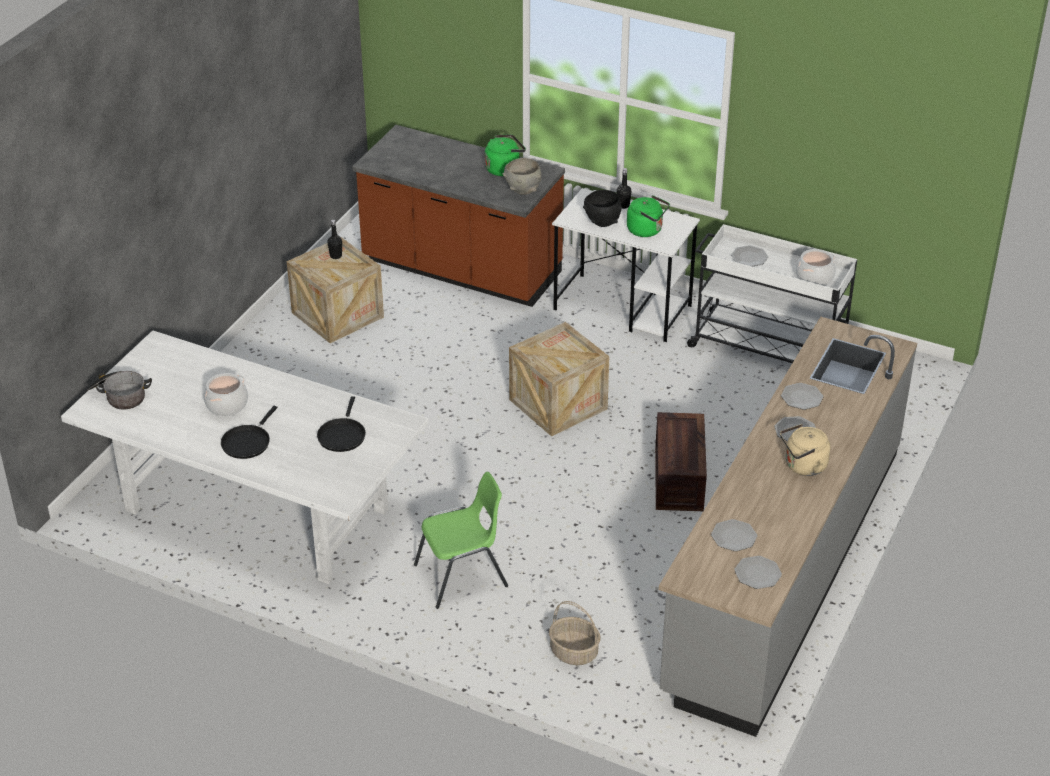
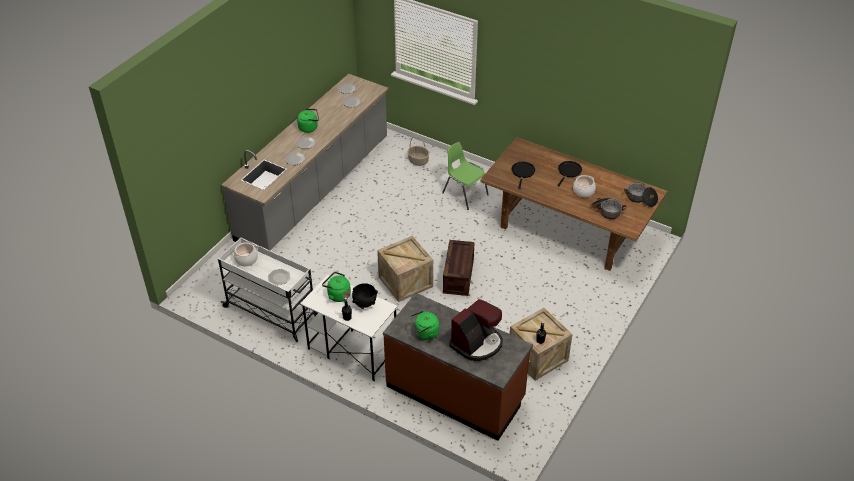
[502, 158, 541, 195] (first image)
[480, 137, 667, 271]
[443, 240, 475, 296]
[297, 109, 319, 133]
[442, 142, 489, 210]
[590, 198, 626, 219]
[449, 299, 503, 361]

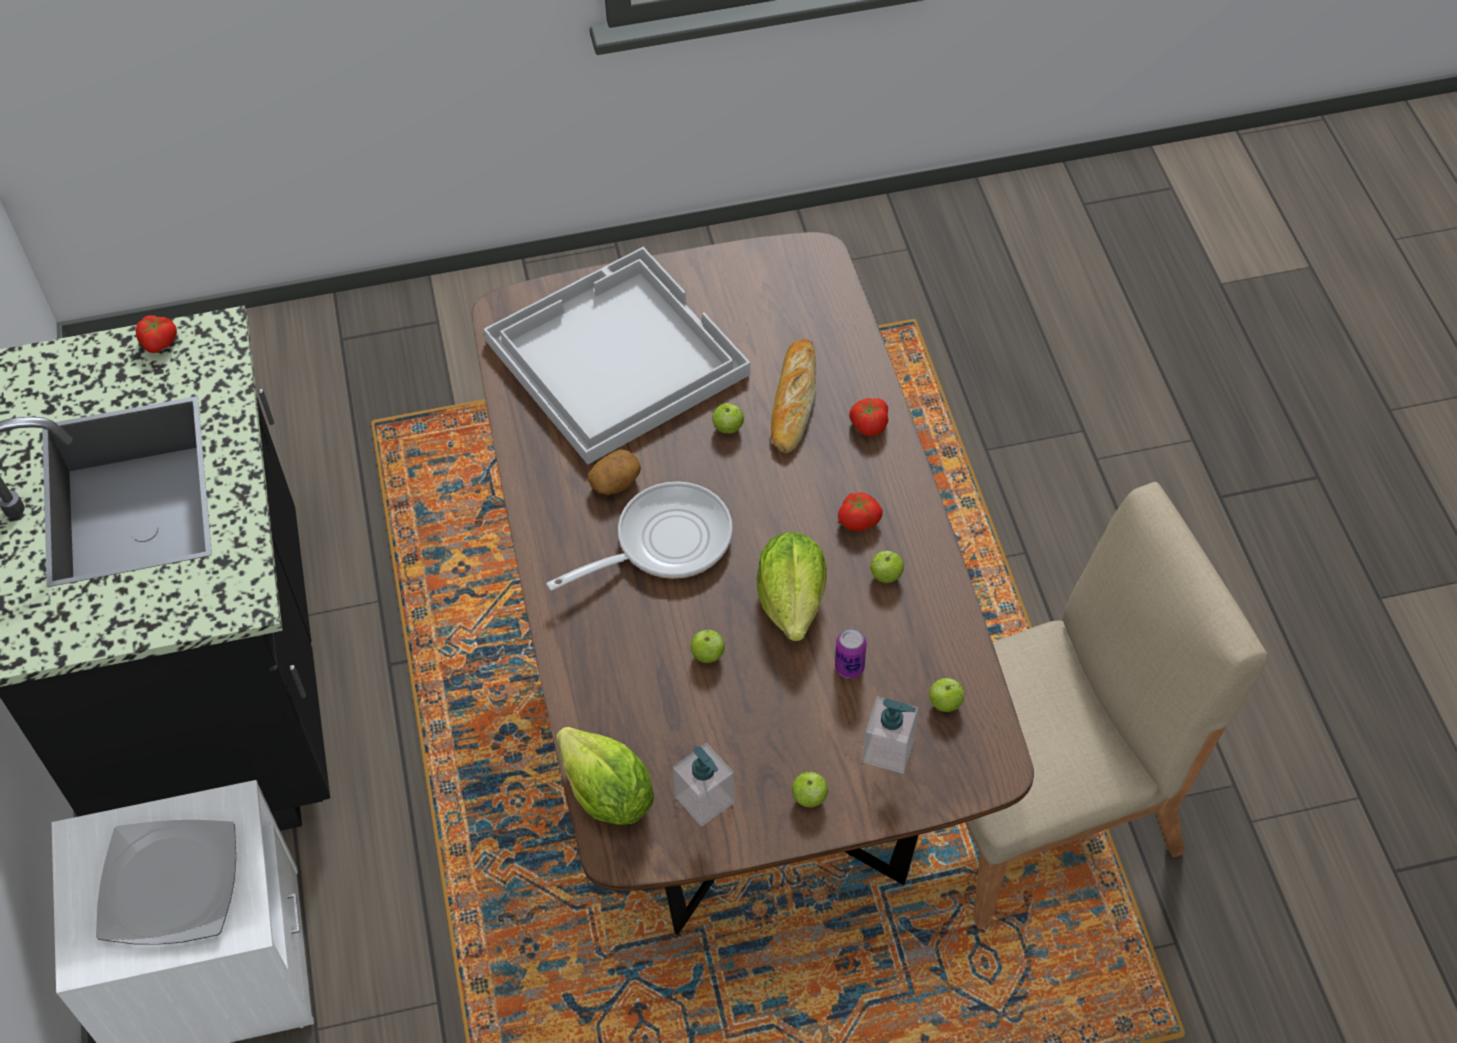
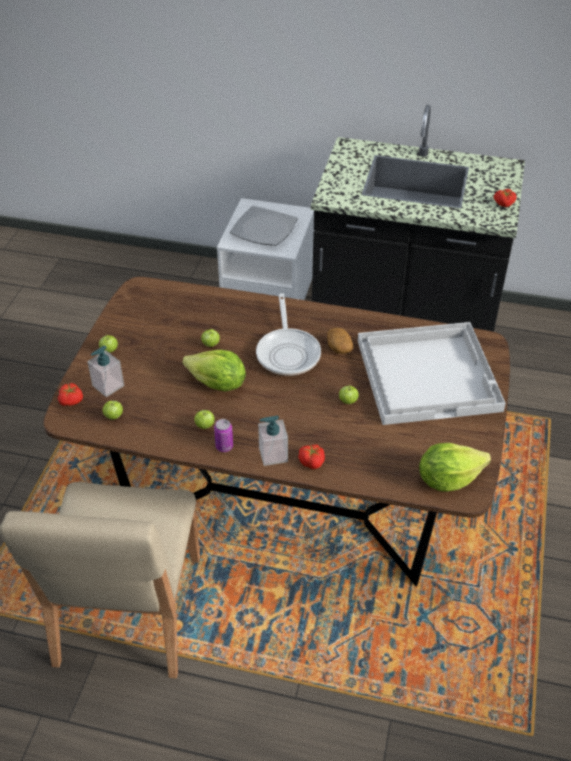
[771, 339, 816, 453] (first image)
[58, 383, 83, 406]
[214, 419, 233, 452]
[419, 443, 491, 492]
[258, 415, 288, 466]

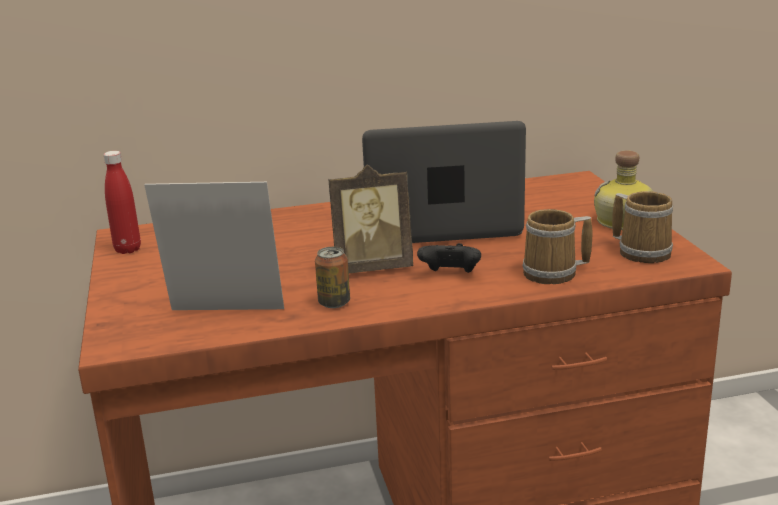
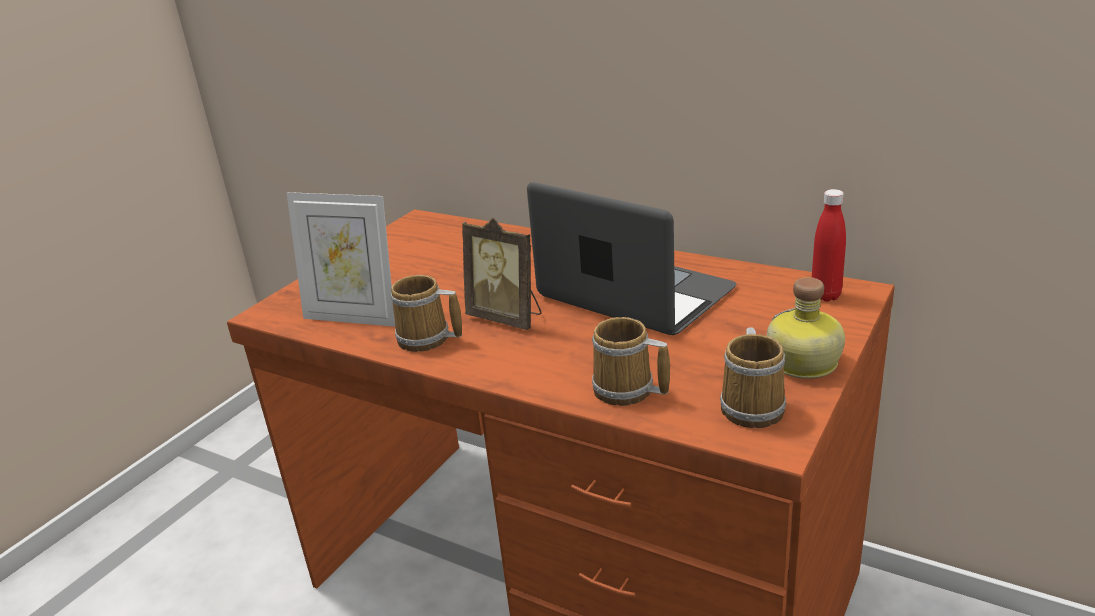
[812, 189, 846, 302]
[287, 192, 395, 327]
[417, 243, 481, 273] (first image)
[390, 275, 462, 352]

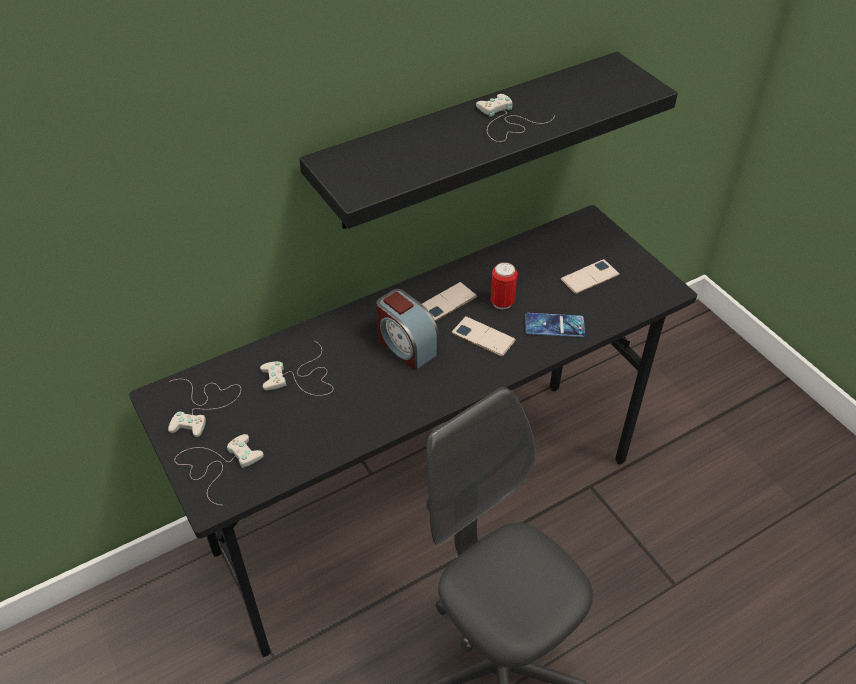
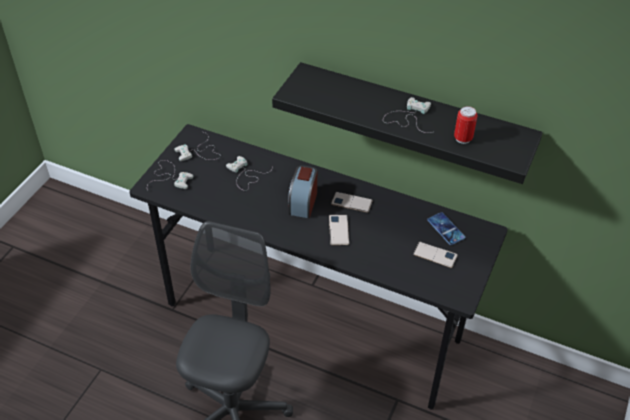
[454, 106, 477, 144]
[427, 212, 465, 245]

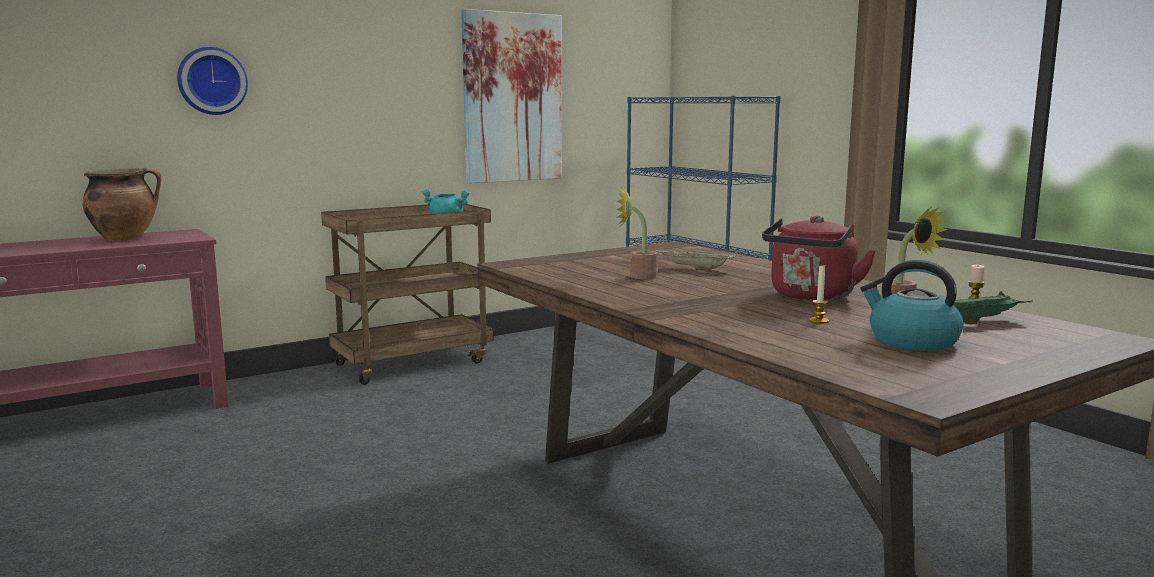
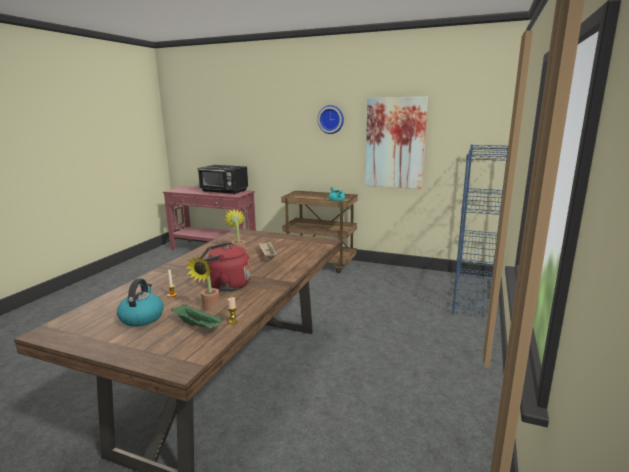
[317, 105, 344, 134]
[197, 165, 248, 194]

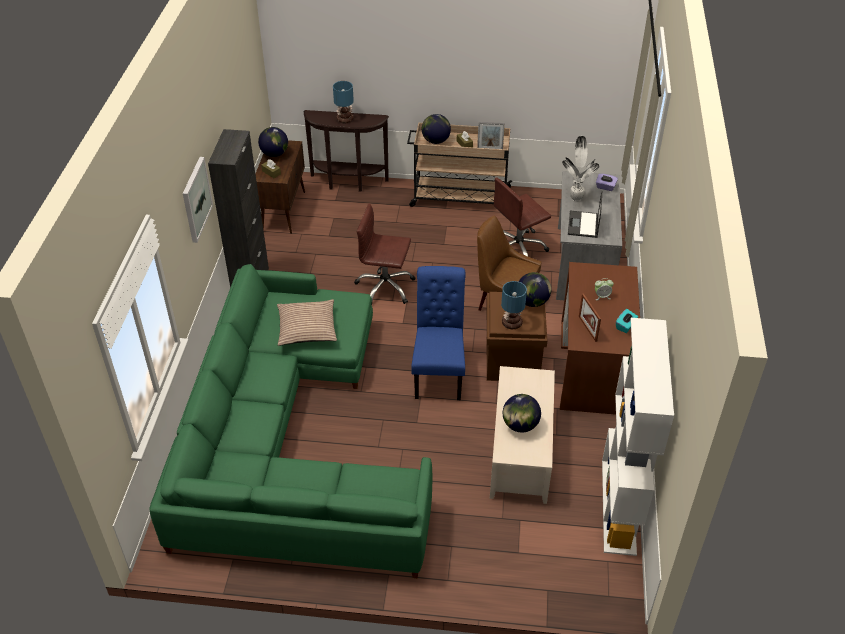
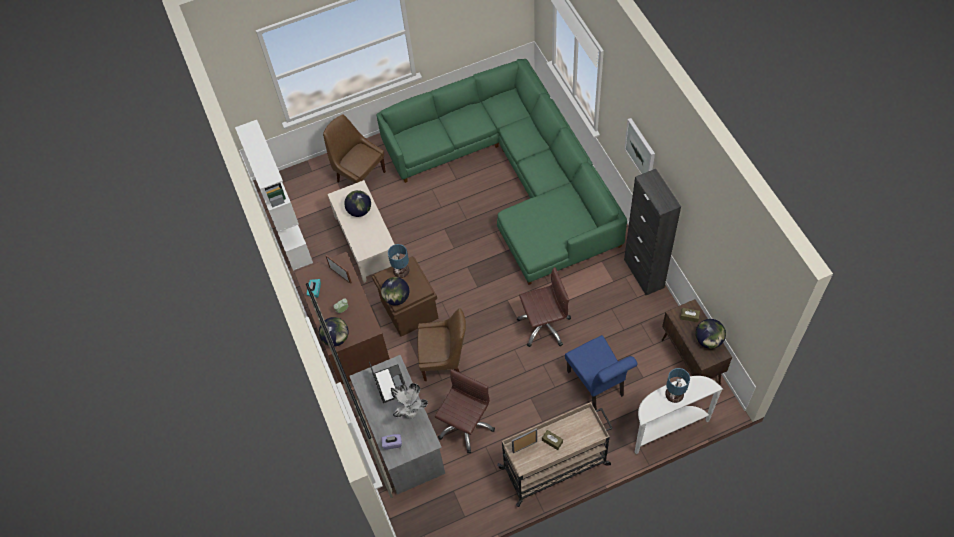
[635, 376, 723, 454]
[319, 317, 349, 347]
[565, 335, 637, 410]
[277, 299, 337, 346] (first image)
[323, 114, 386, 183]

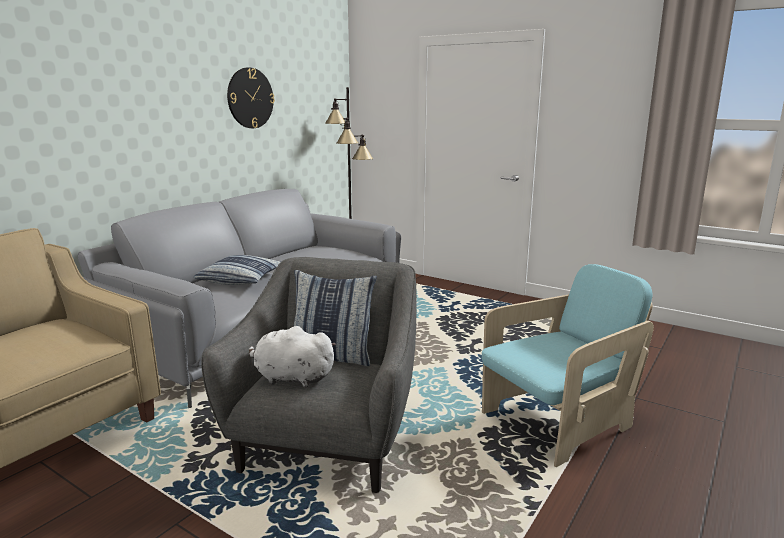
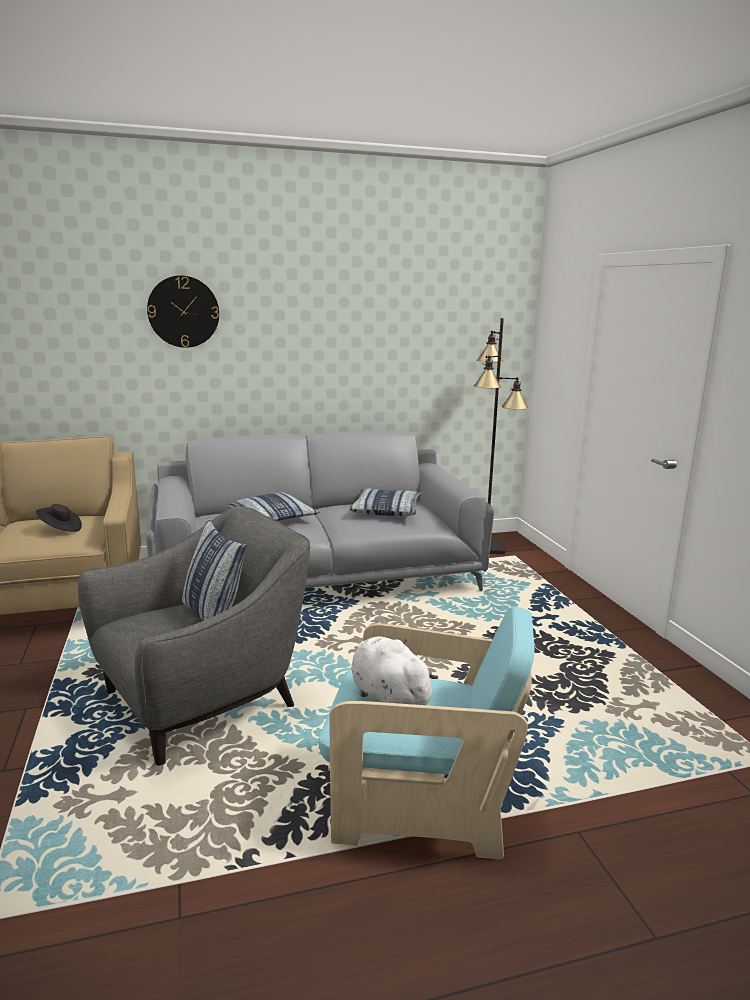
[147, 275, 219, 348]
[351, 636, 438, 705]
[350, 489, 422, 516]
[36, 504, 82, 532]

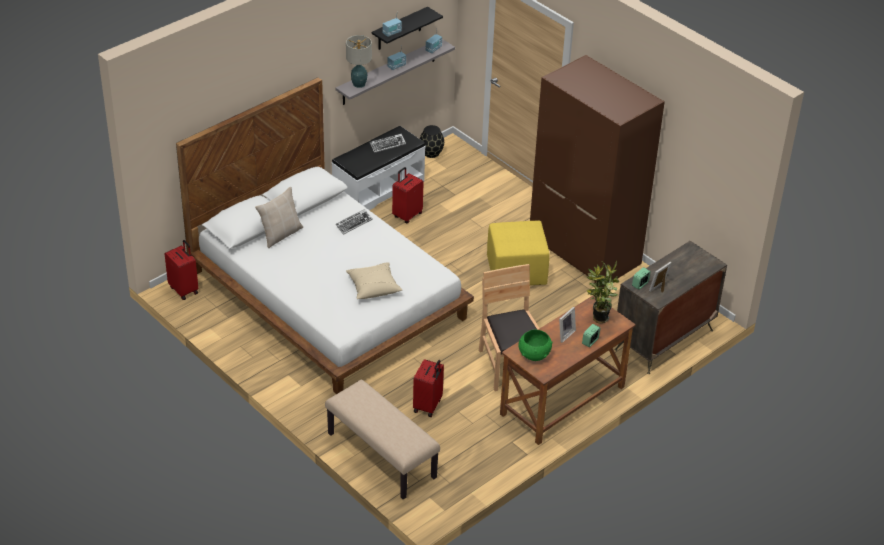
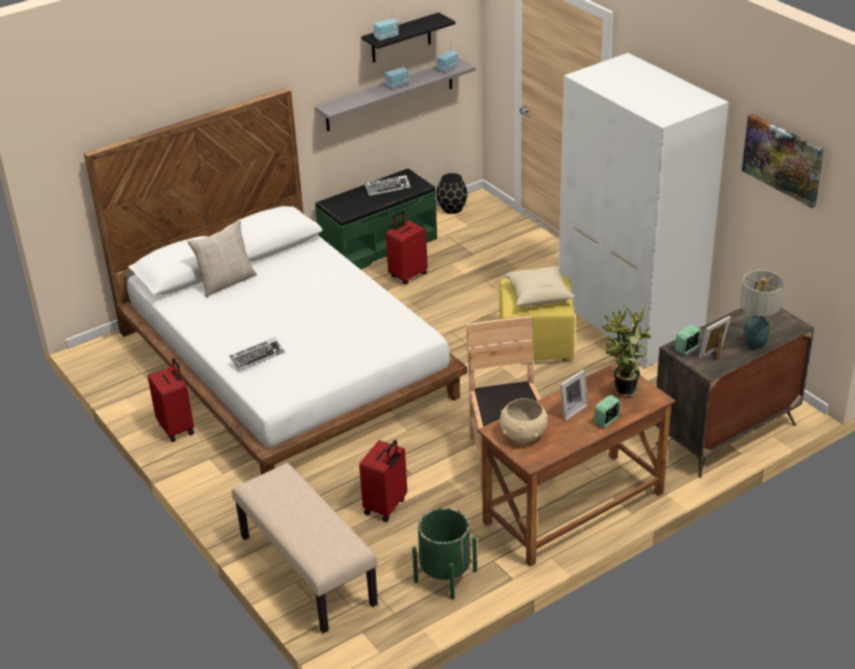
[740, 270, 784, 350]
[559, 53, 729, 368]
[315, 169, 437, 269]
[229, 337, 285, 371]
[148, 358, 194, 442]
[504, 266, 575, 306]
[500, 398, 548, 443]
[742, 114, 824, 208]
[412, 508, 477, 600]

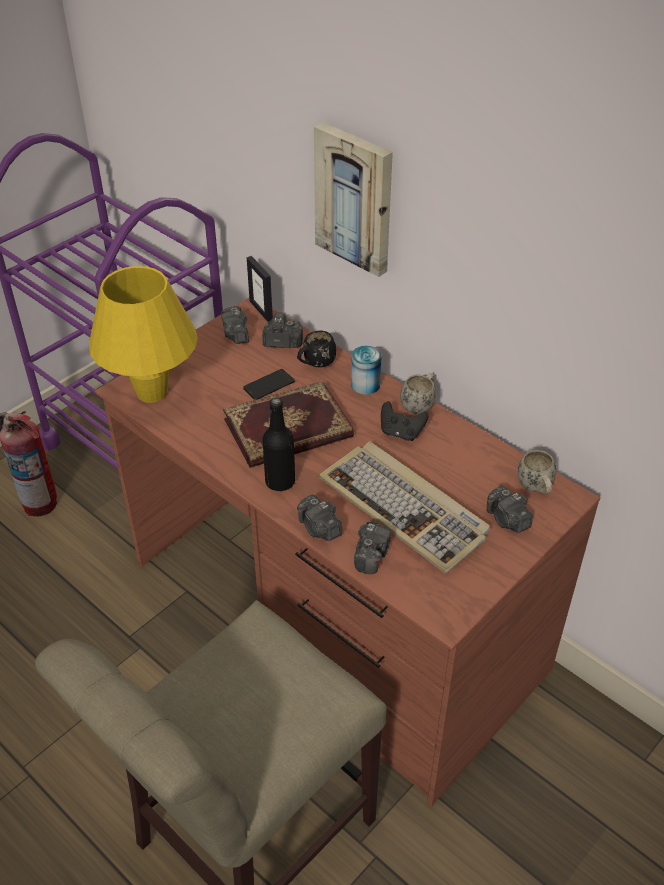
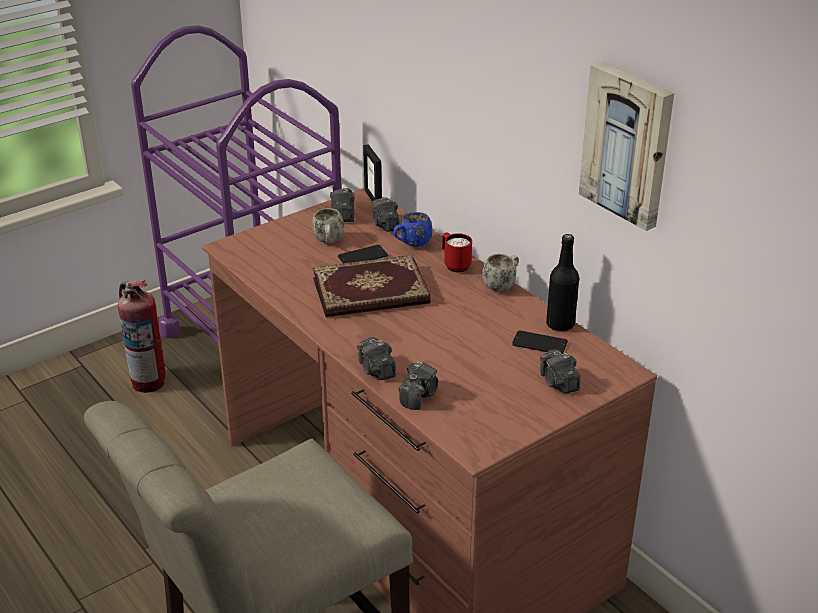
[579, 62, 674, 231]
[89, 266, 198, 403] (first image)
[371, 197, 400, 232]
[393, 212, 432, 247]
[442, 232, 472, 273]
[546, 234, 579, 332]
[381, 401, 428, 441] (first image)
[319, 441, 490, 574] (first image)
[312, 208, 344, 243]
[512, 330, 568, 354]

